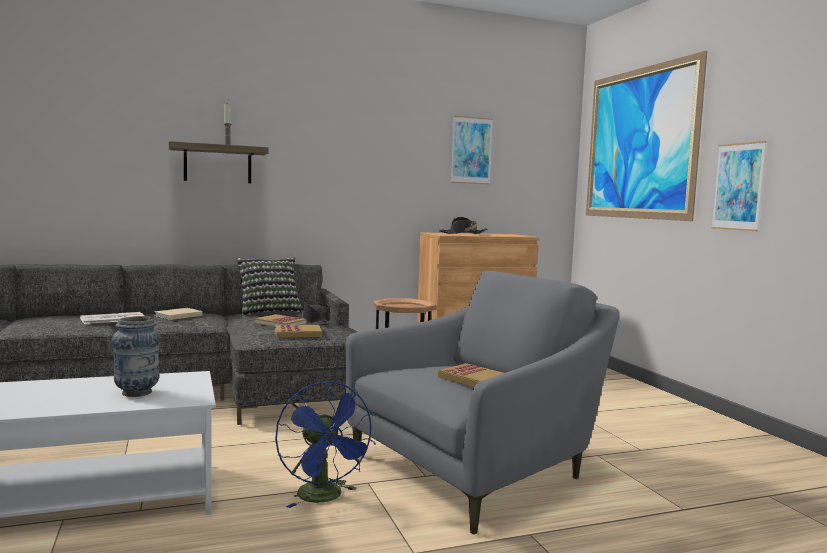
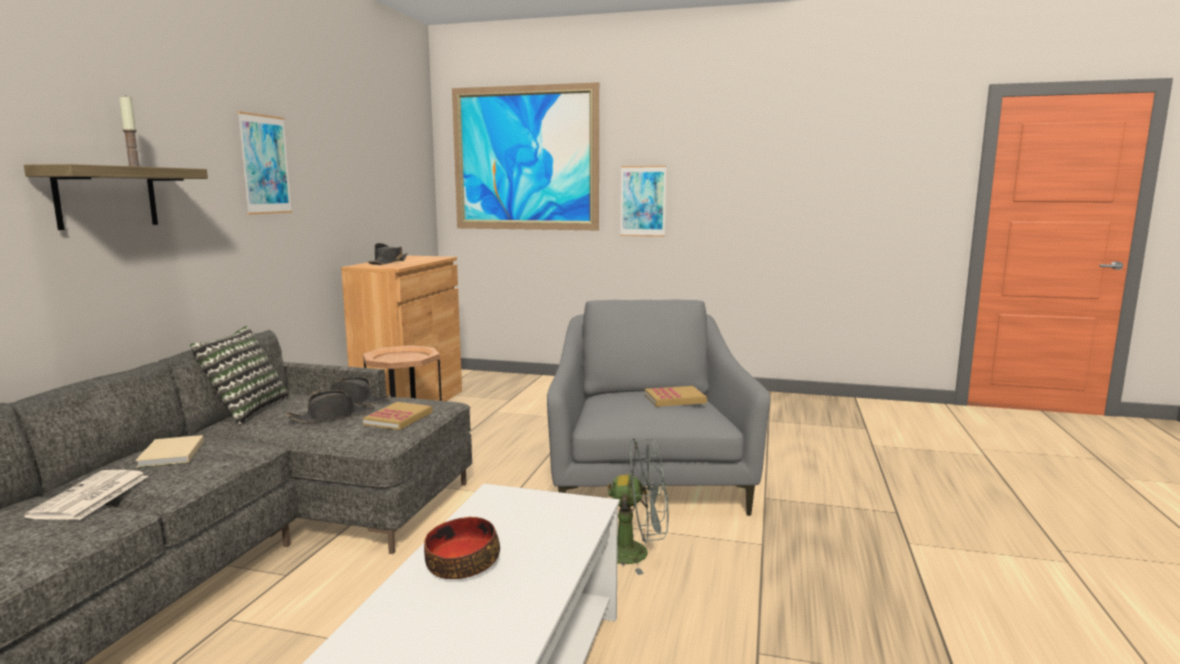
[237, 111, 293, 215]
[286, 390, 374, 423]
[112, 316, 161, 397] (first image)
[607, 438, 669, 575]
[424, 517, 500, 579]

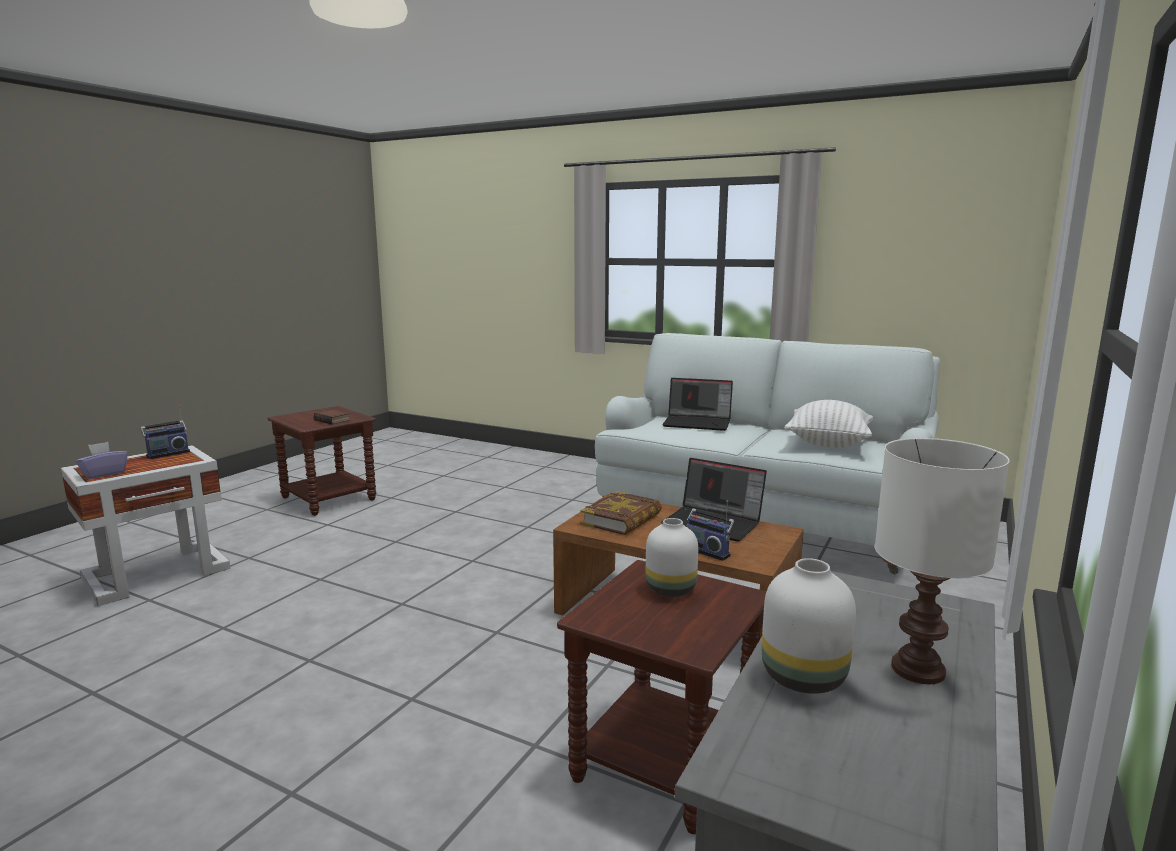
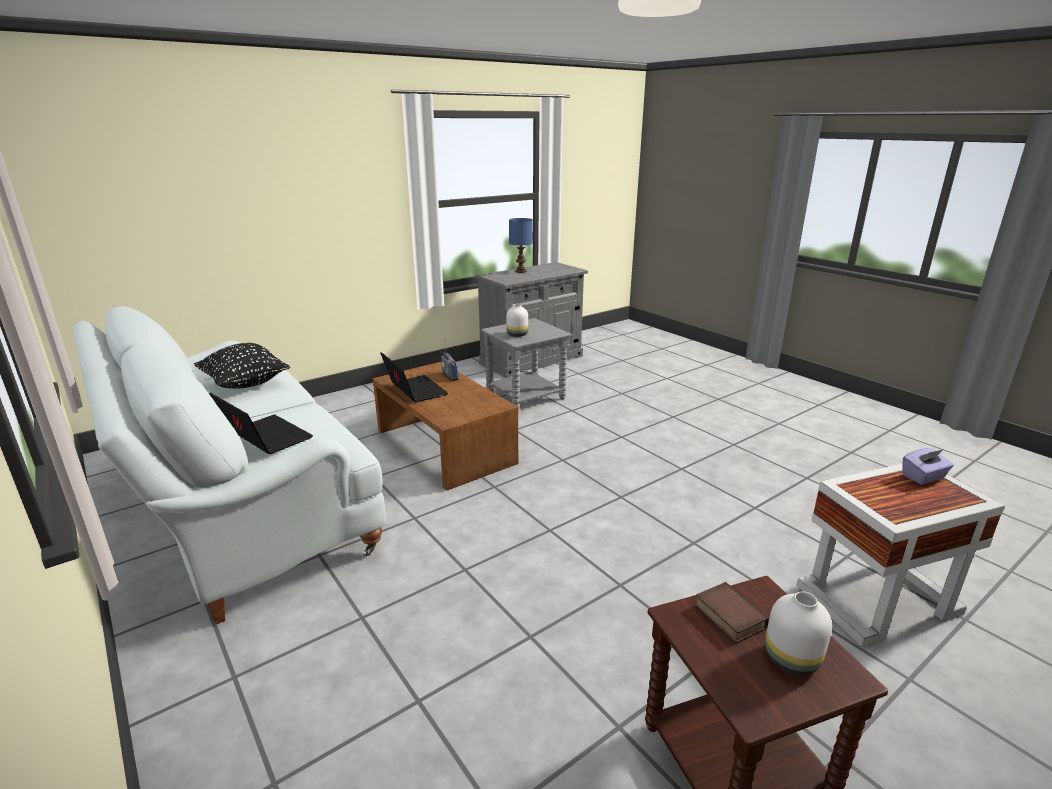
[194, 343, 290, 389]
[140, 406, 190, 459] (first image)
[509, 218, 533, 273]
[581, 491, 662, 535] (first image)
[765, 591, 832, 675]
[481, 319, 571, 411]

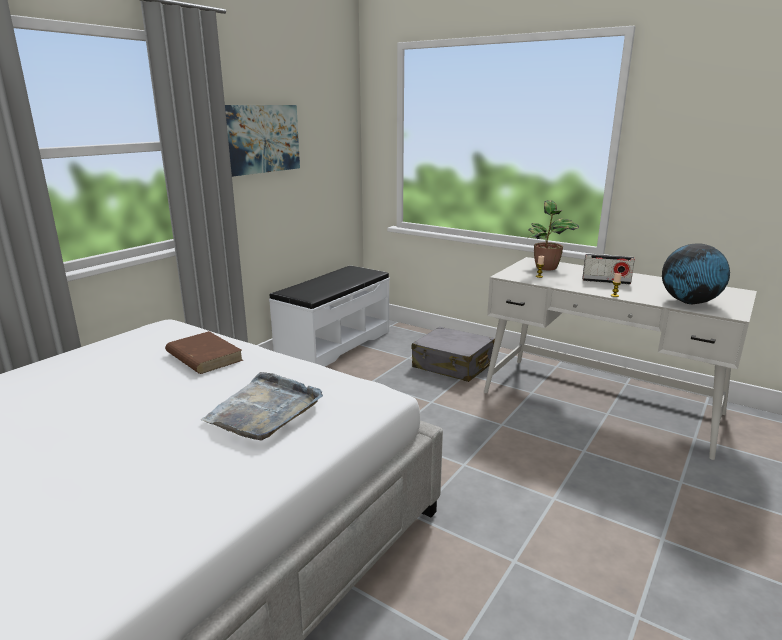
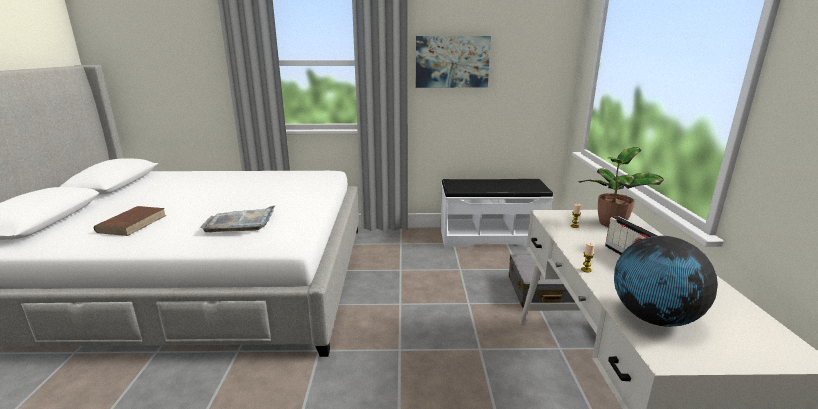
[94, 206, 167, 236]

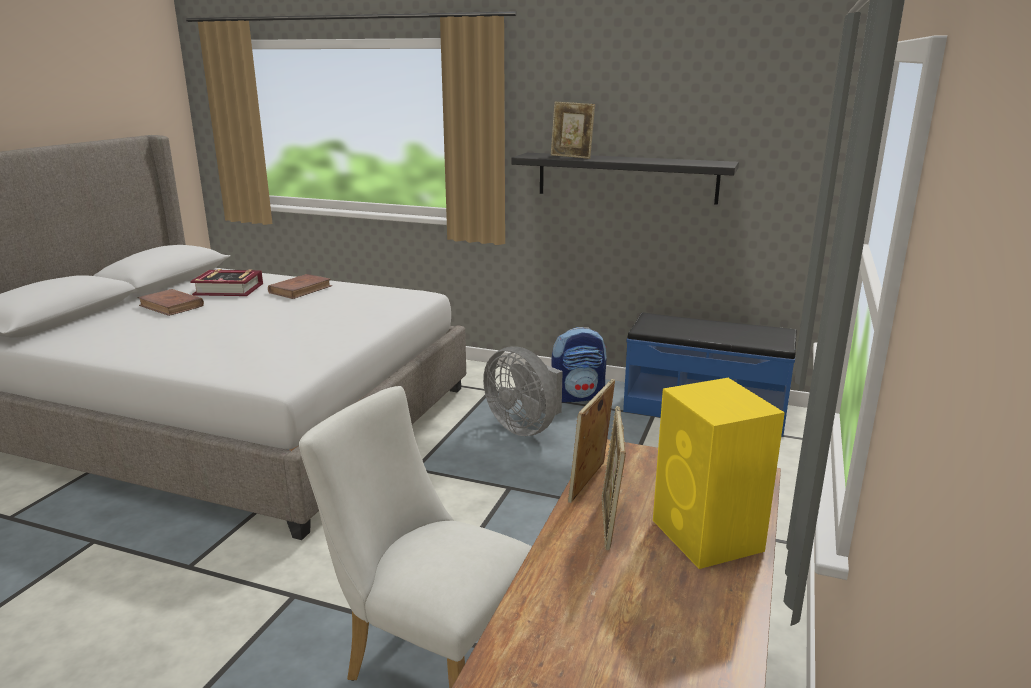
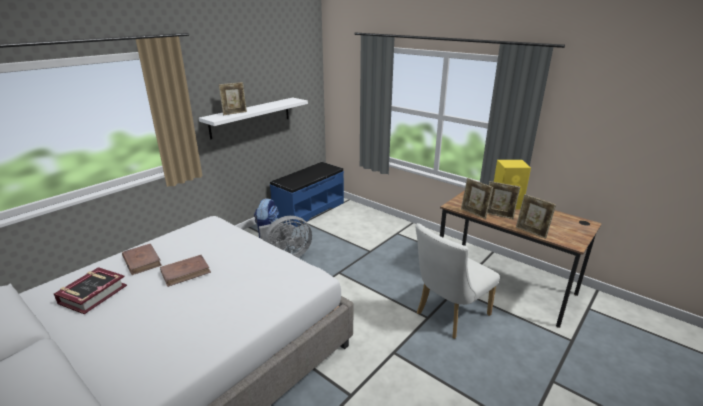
[199, 97, 308, 139]
[160, 255, 211, 287]
[516, 194, 556, 239]

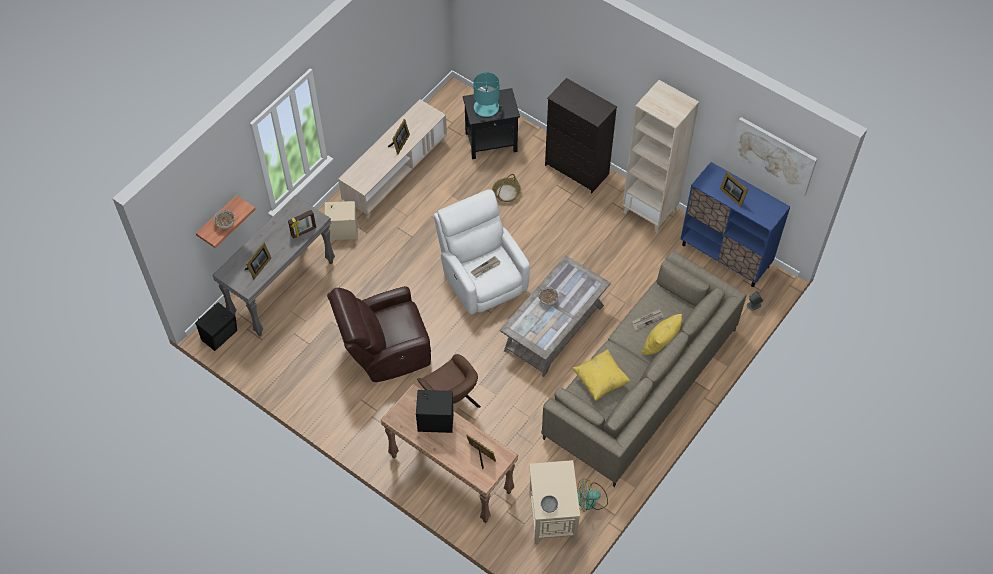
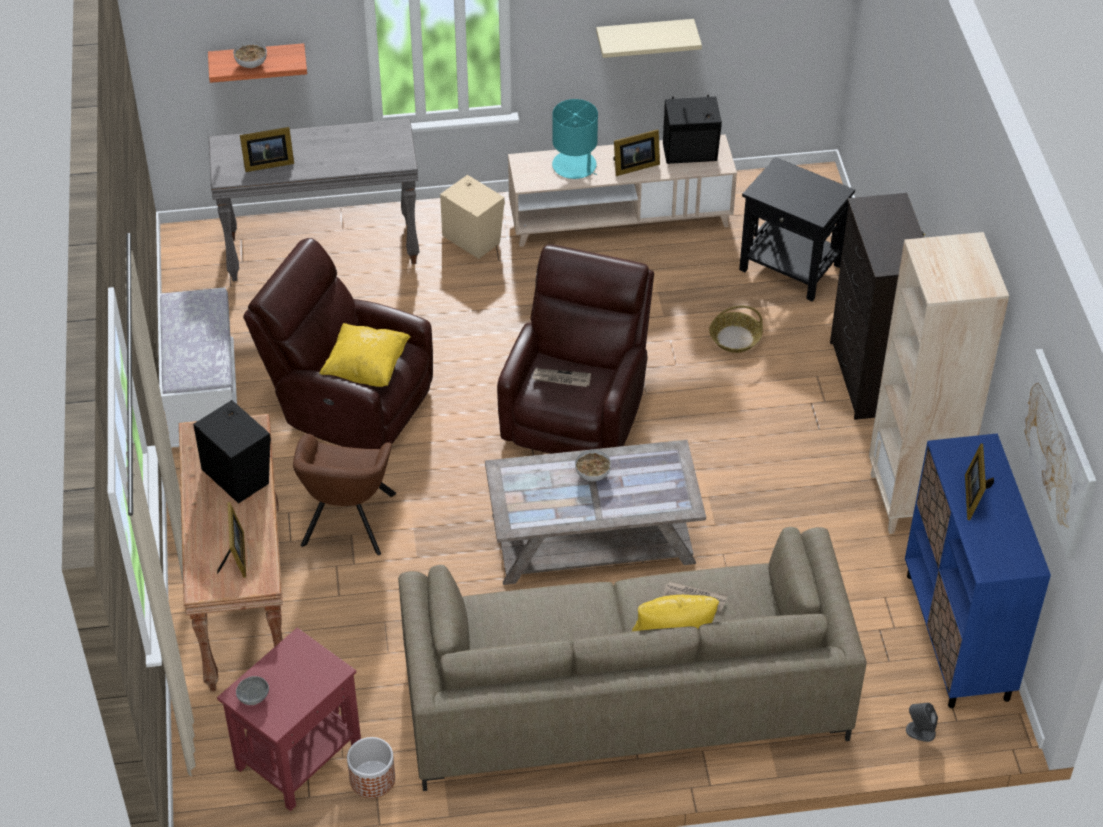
[552, 99, 598, 179]
[497, 244, 654, 454]
[288, 210, 316, 239] (first image)
[663, 95, 722, 164]
[319, 323, 411, 387]
[217, 628, 361, 811]
[347, 737, 395, 798]
[596, 19, 702, 58]
[157, 287, 237, 448]

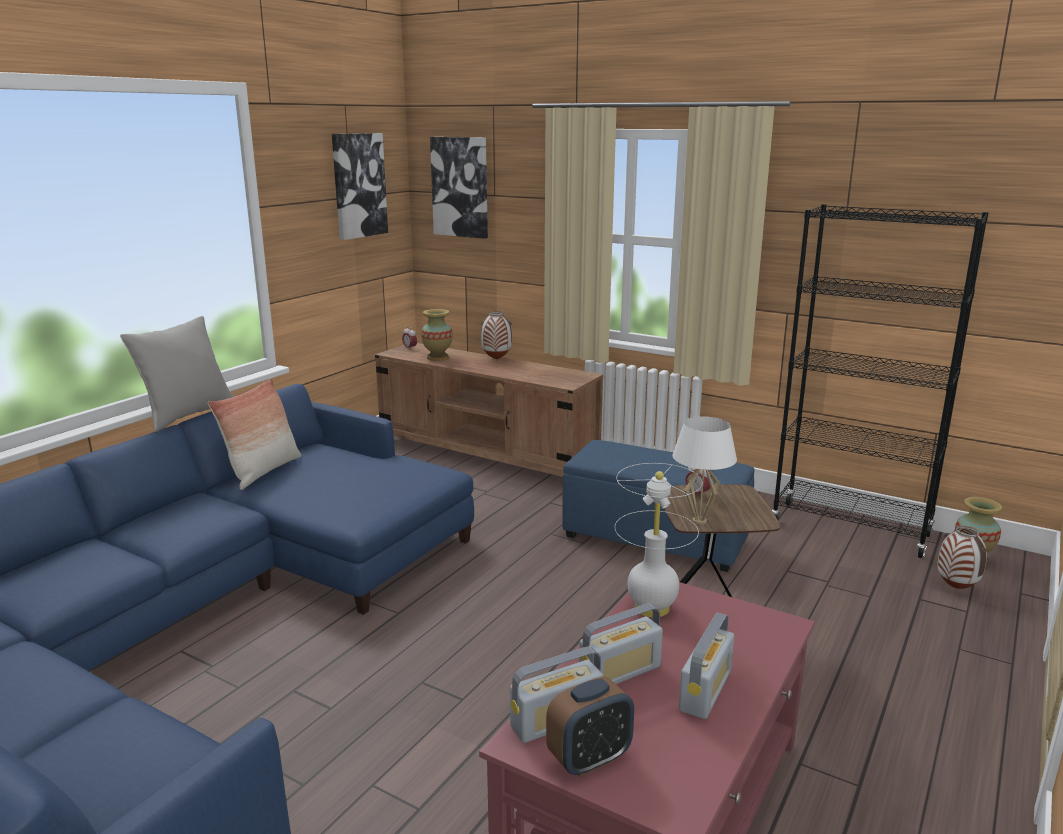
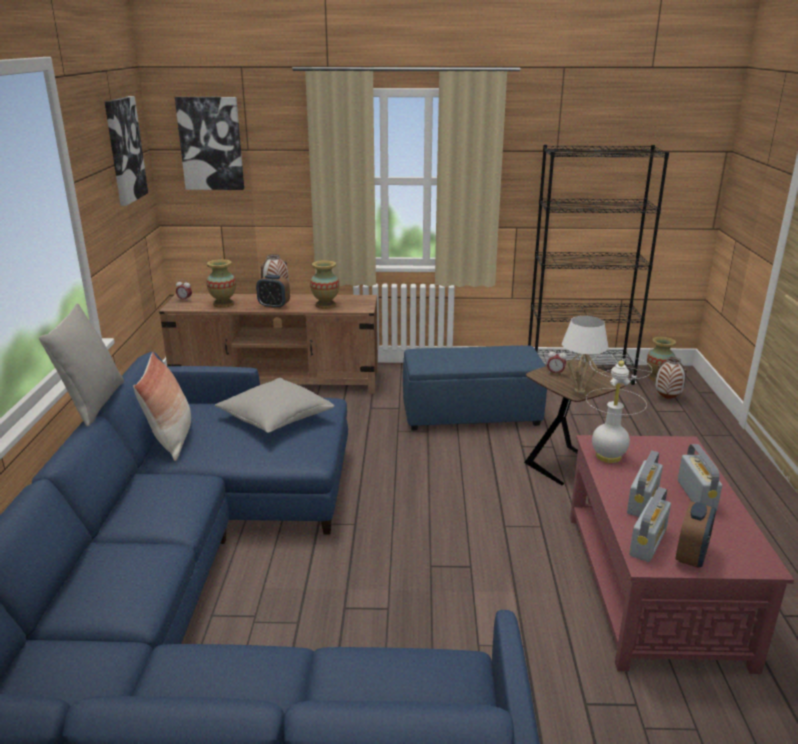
[310, 260, 339, 309]
[256, 275, 290, 309]
[215, 378, 335, 433]

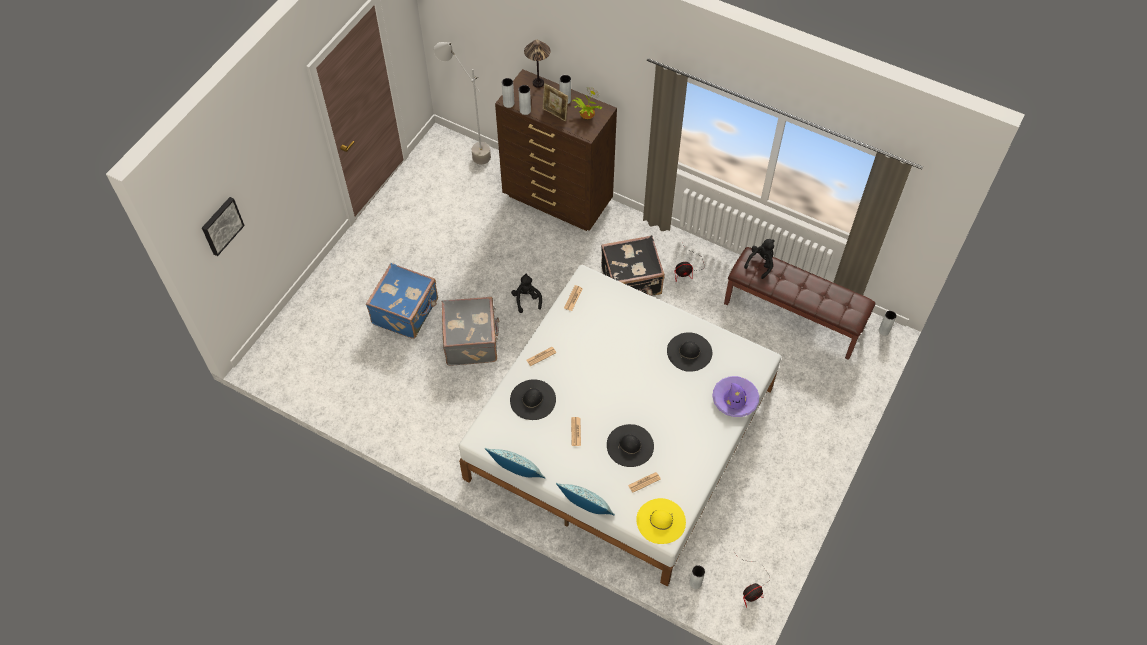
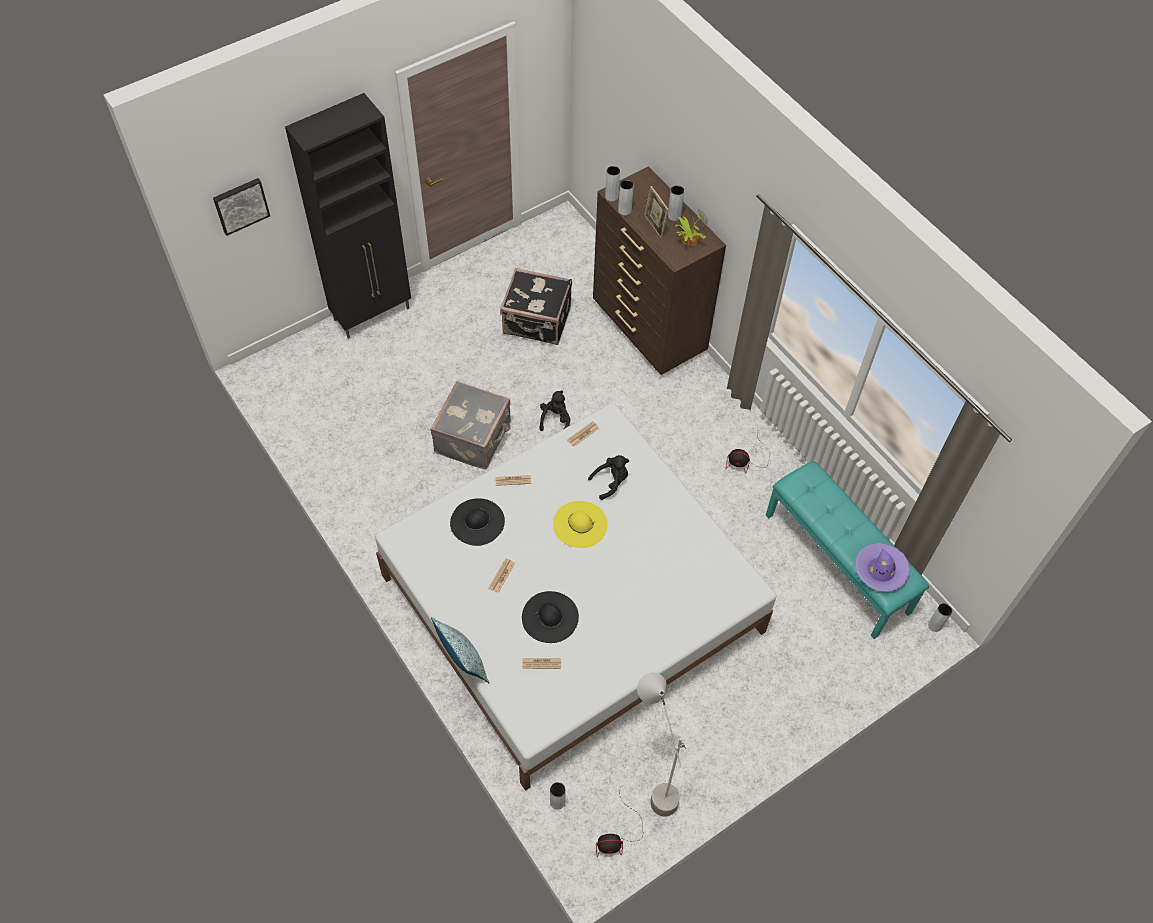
[524, 40, 551, 88] (first image)
[637, 672, 686, 817]
[500, 268, 572, 345]
[588, 455, 629, 500]
[766, 461, 929, 639]
[366, 263, 438, 339] (first image)
[667, 332, 712, 372] (first image)
[855, 543, 910, 592]
[485, 448, 545, 478] (first image)
[553, 501, 607, 548]
[285, 93, 411, 339]

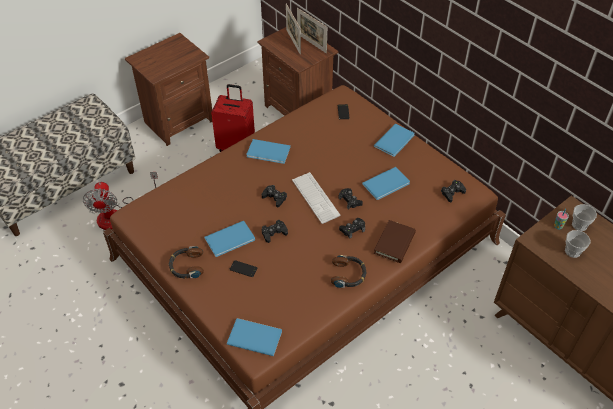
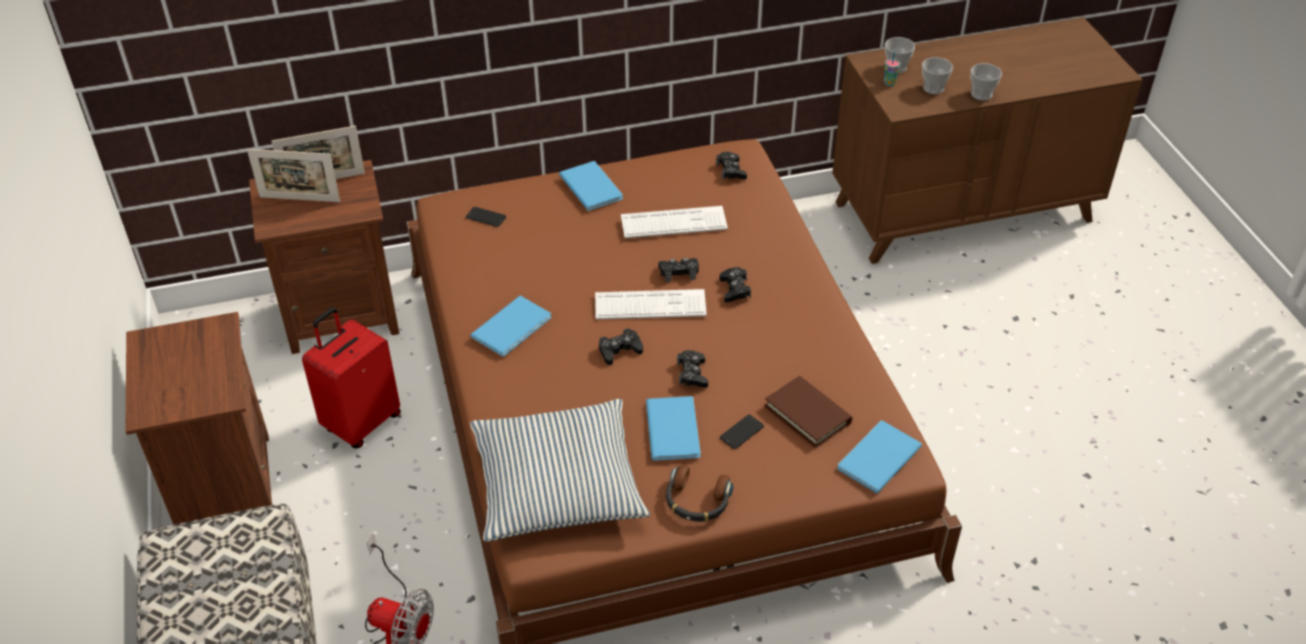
[621, 206, 728, 238]
[764, 376, 852, 448]
[331, 255, 367, 288] (first image)
[970, 63, 1002, 101]
[470, 399, 650, 542]

